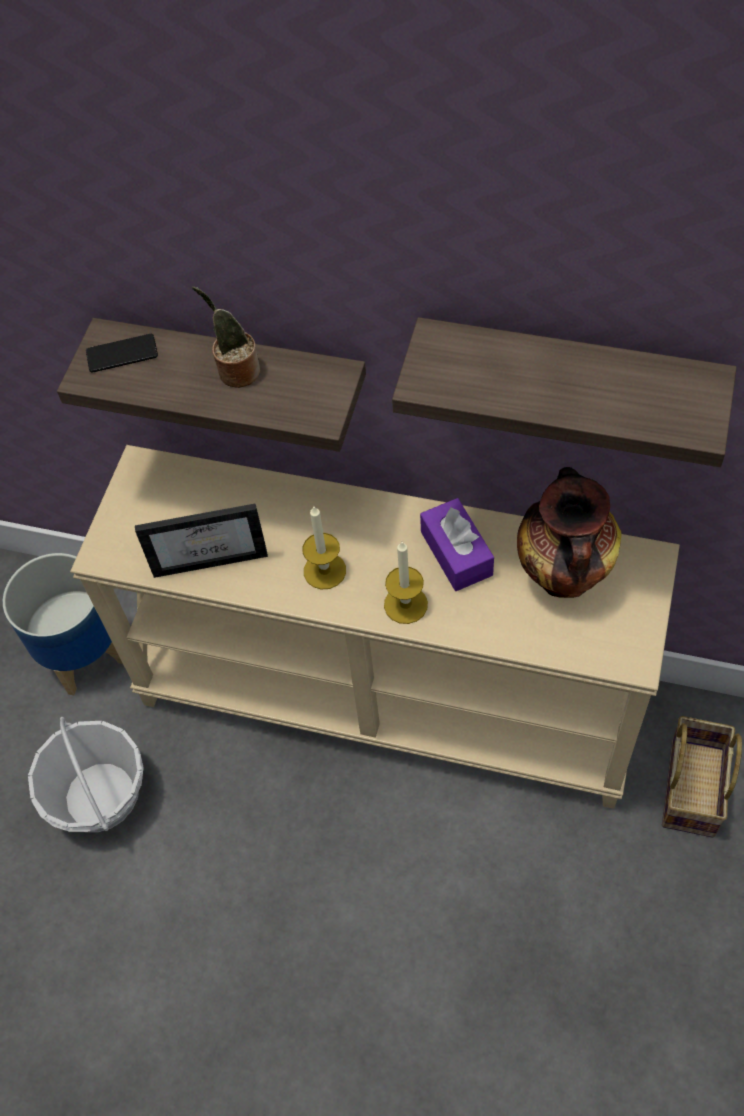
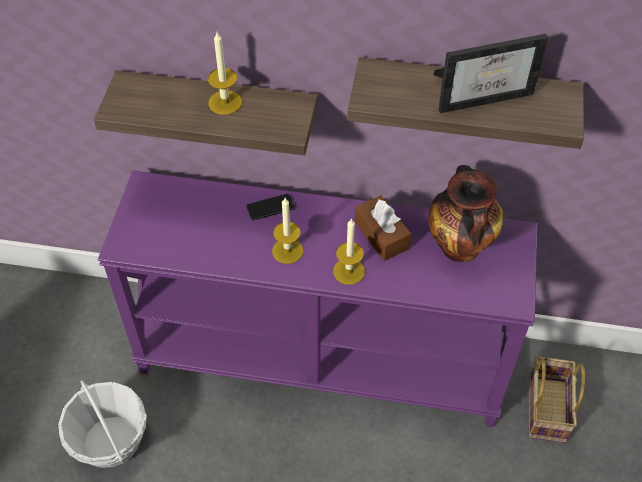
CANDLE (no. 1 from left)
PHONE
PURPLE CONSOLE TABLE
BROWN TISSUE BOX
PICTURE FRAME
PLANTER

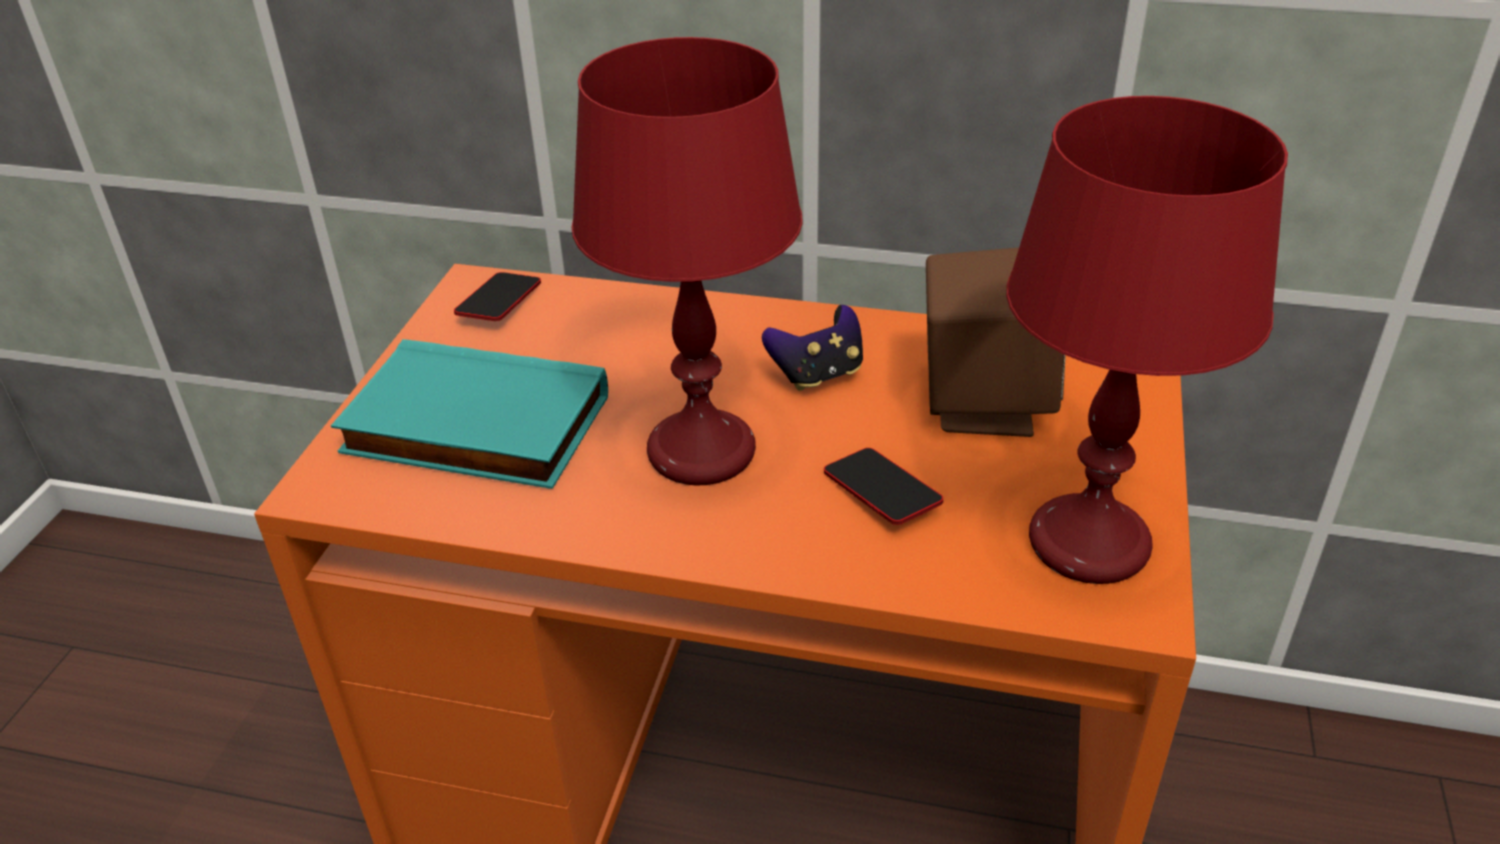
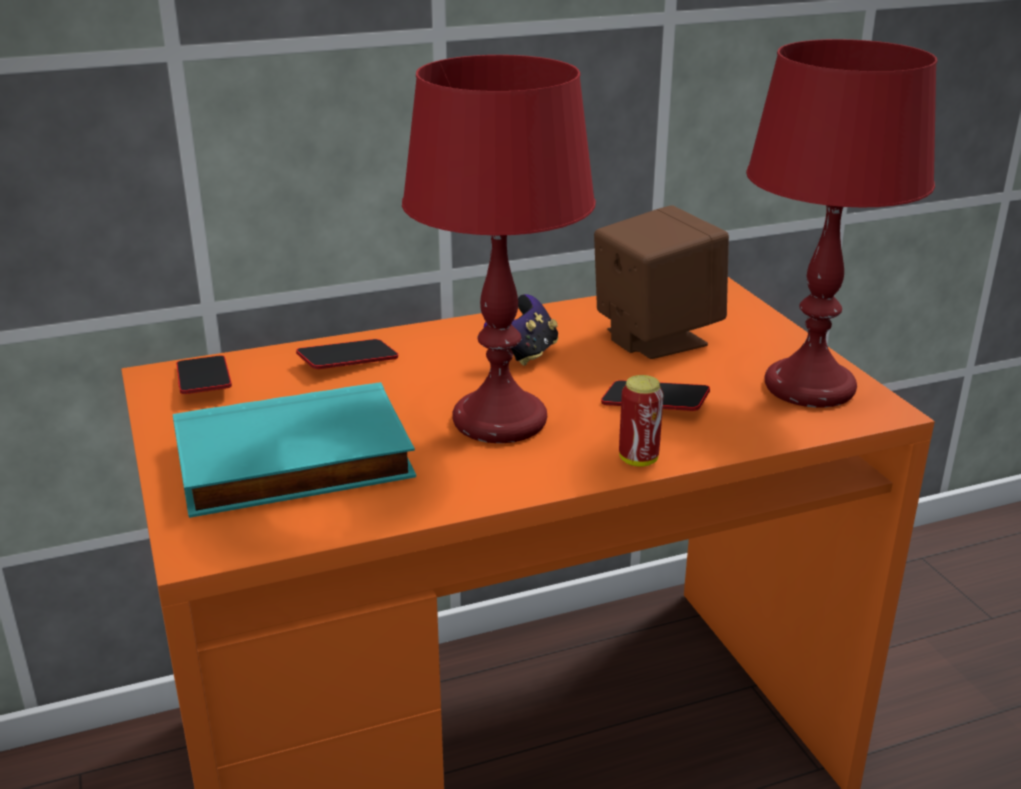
PHONE (no. 2 from left)
CAN

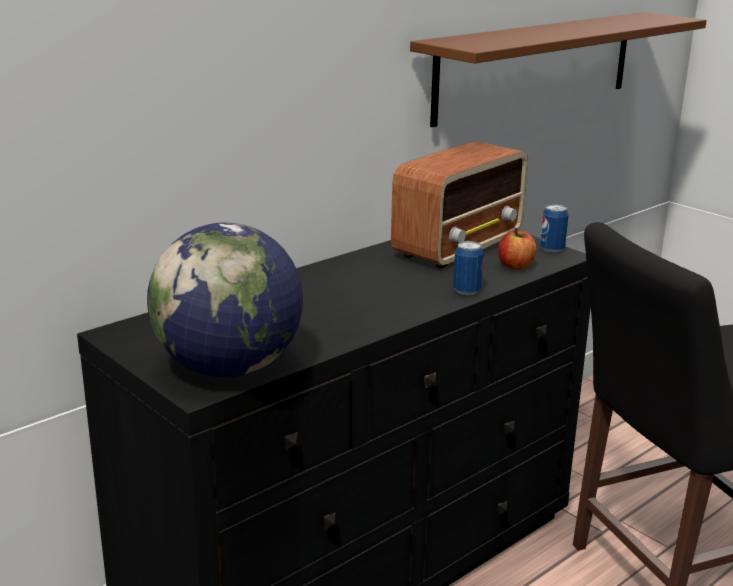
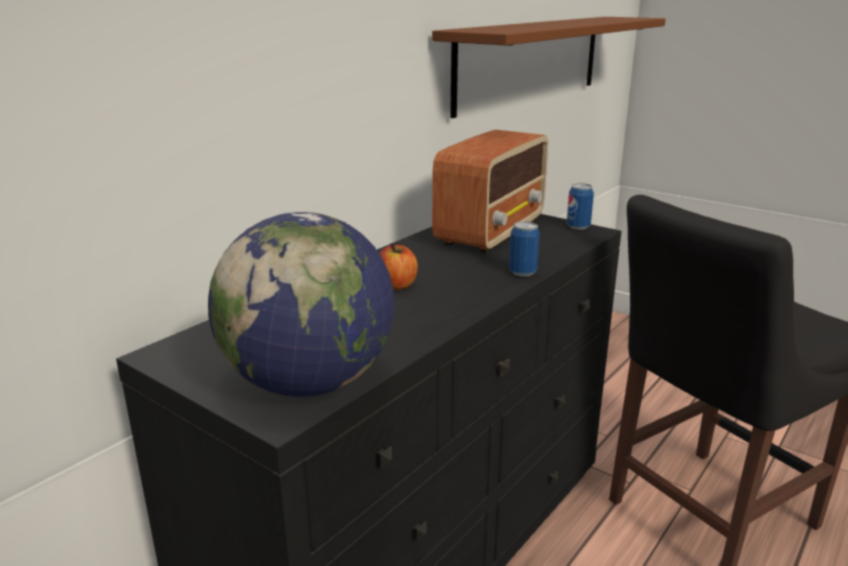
APPLE

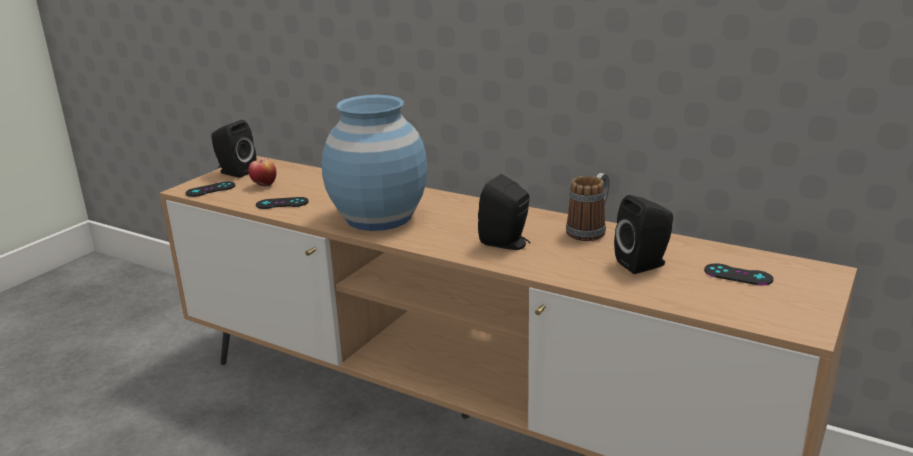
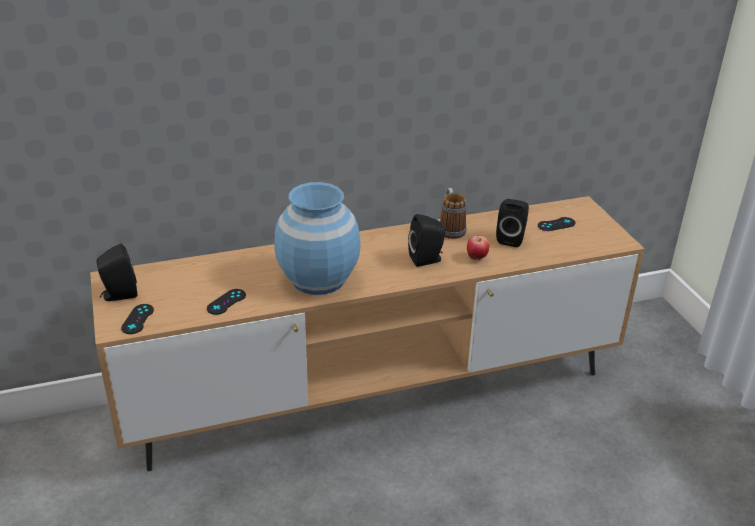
APPLE

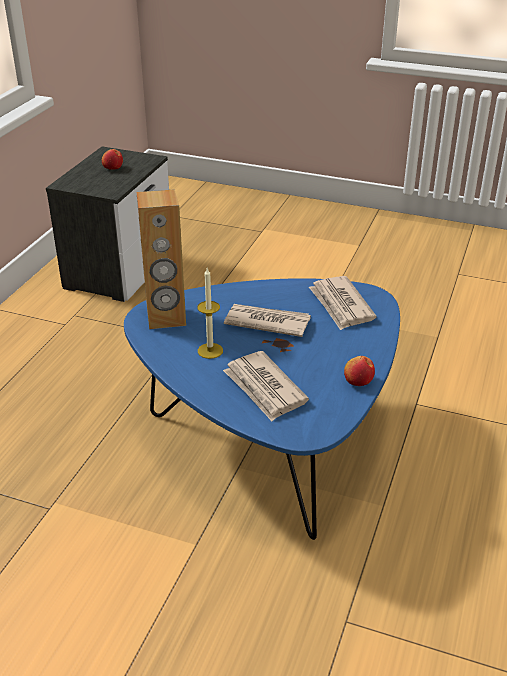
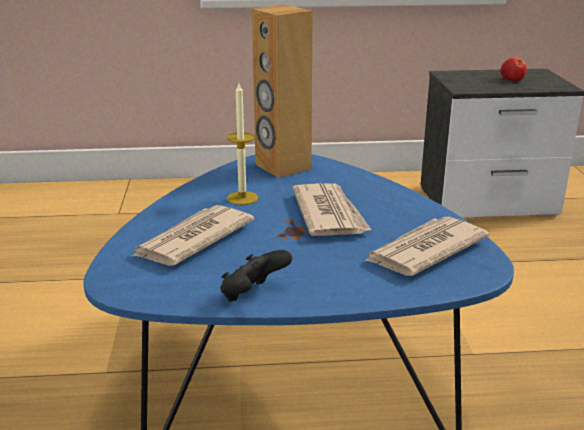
BLACK GAME CONTROLLER

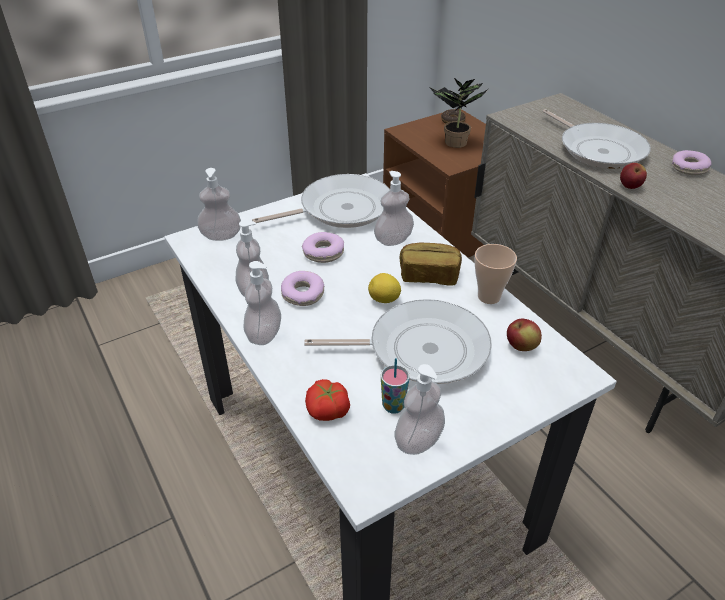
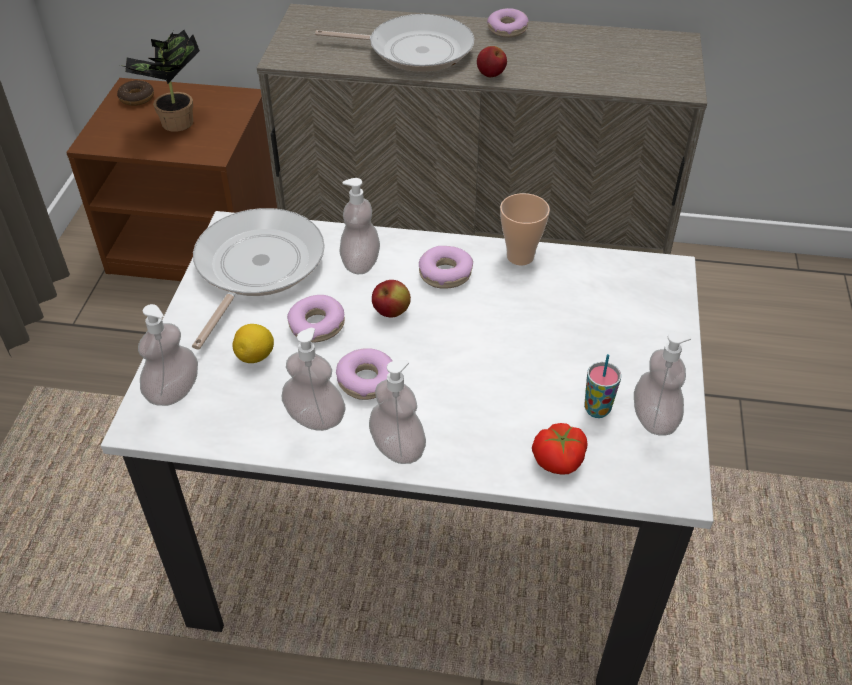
DONUT (no. 4 from left)
LEMON
FRYING PAN (no. 2 from left in the first image)
APPLE (no. 1 from left)

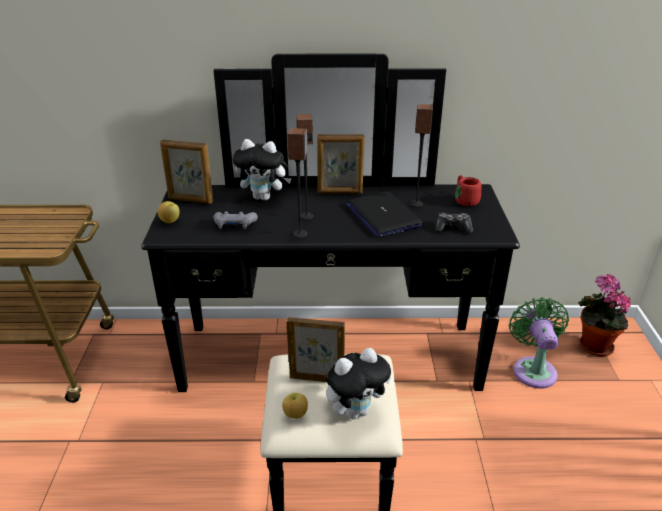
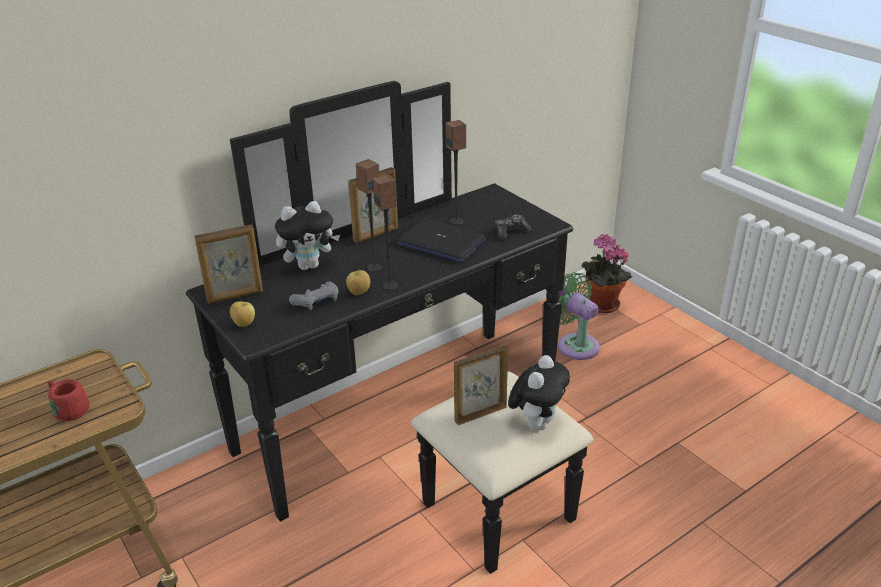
RED MUG
APPLE (no. 2 from left)

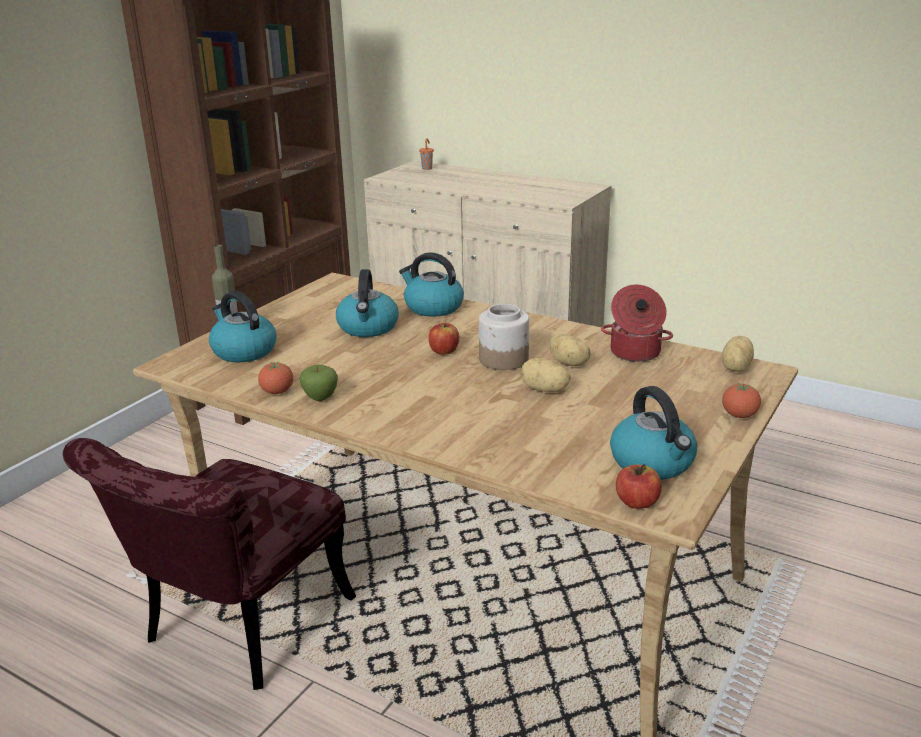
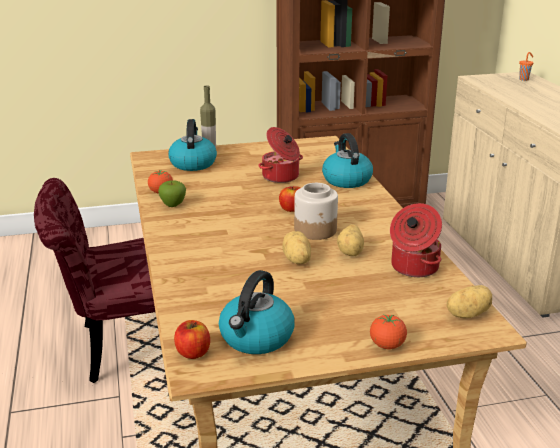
COOKING POT (no. 1 from left)

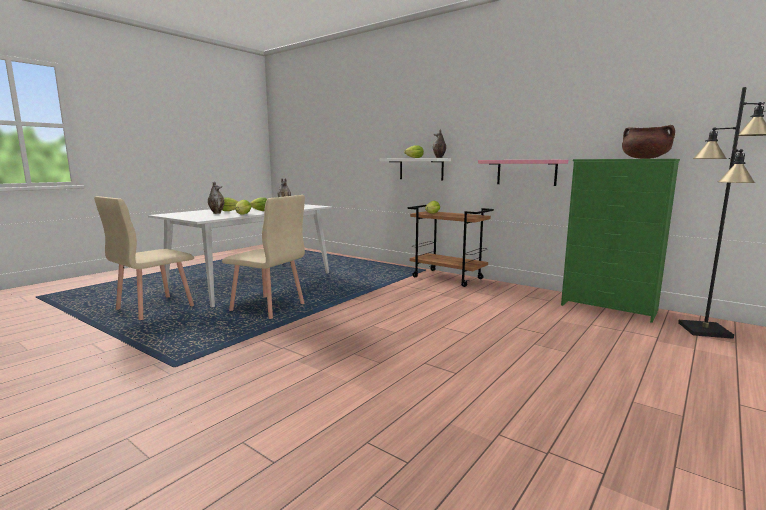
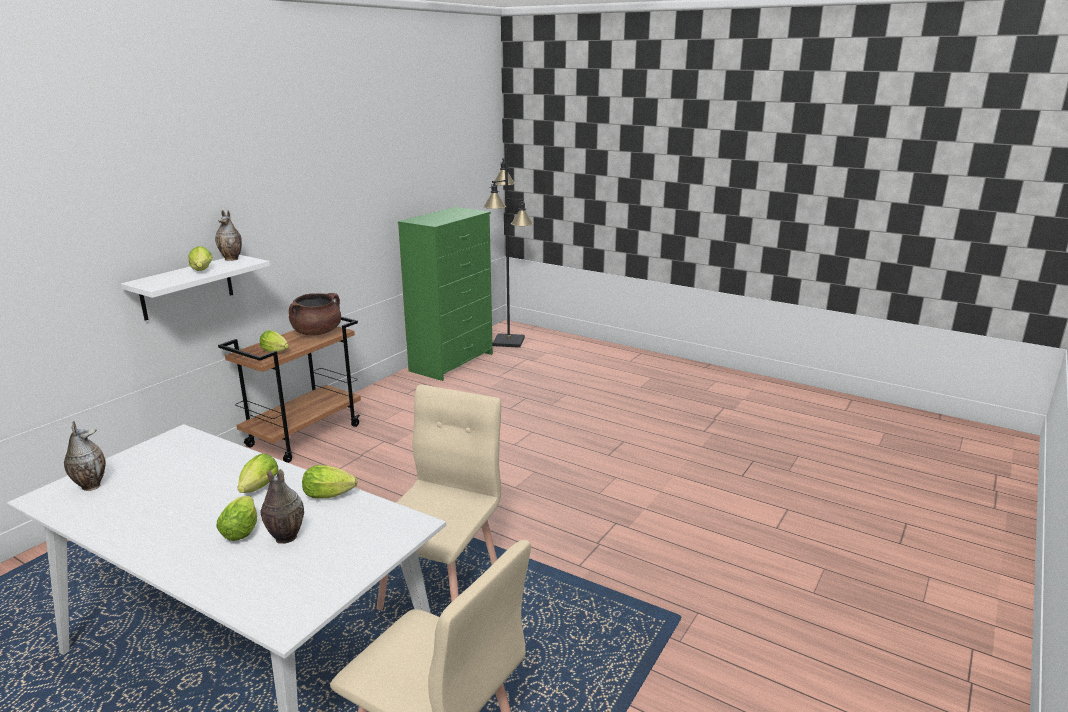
BROWN COOKING POT
PINK SHELF

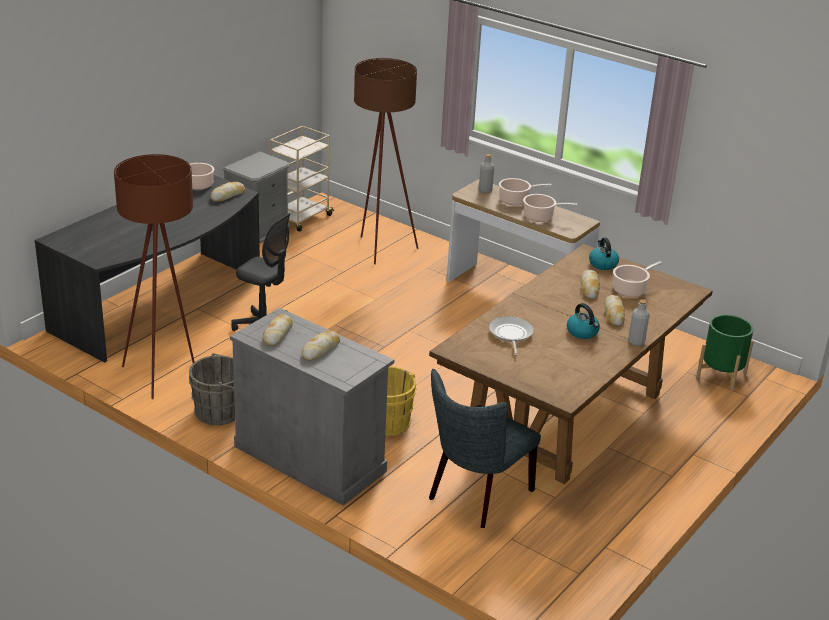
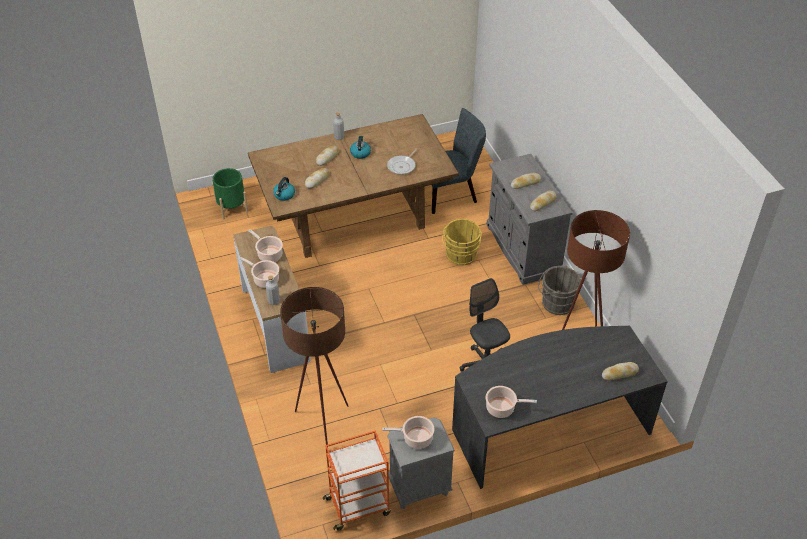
ORANGE CART
BREAD (no. 5 from left)
COOKING POT (no. 3 from left)

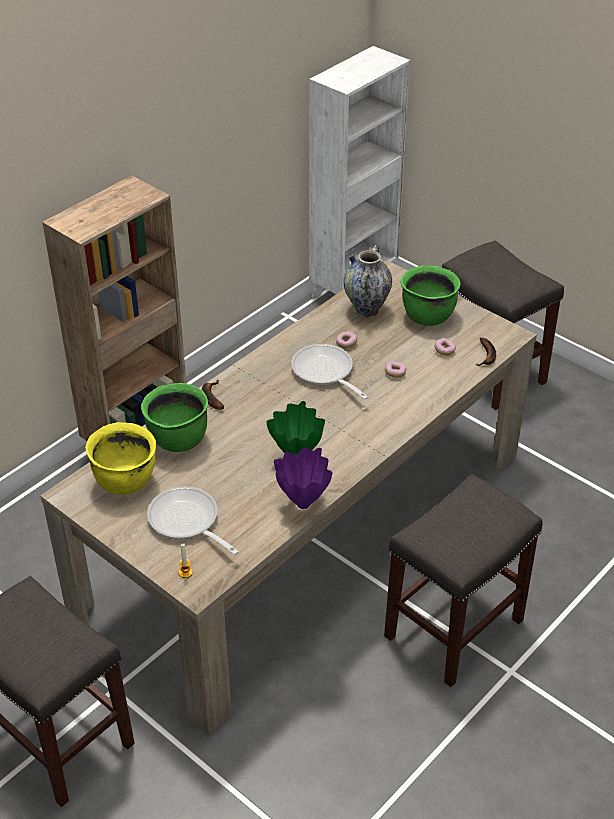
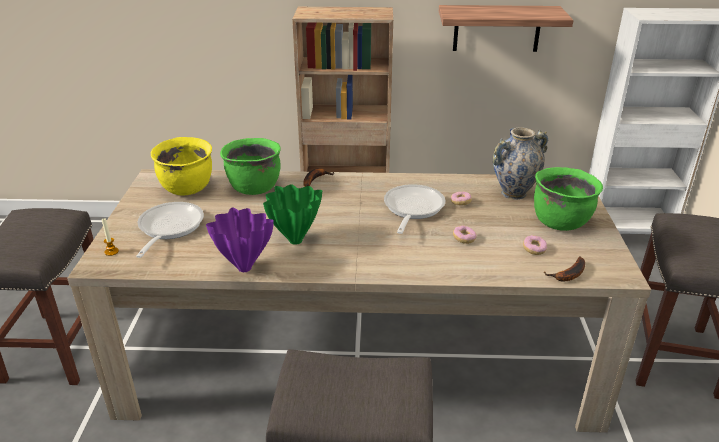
SHELF

